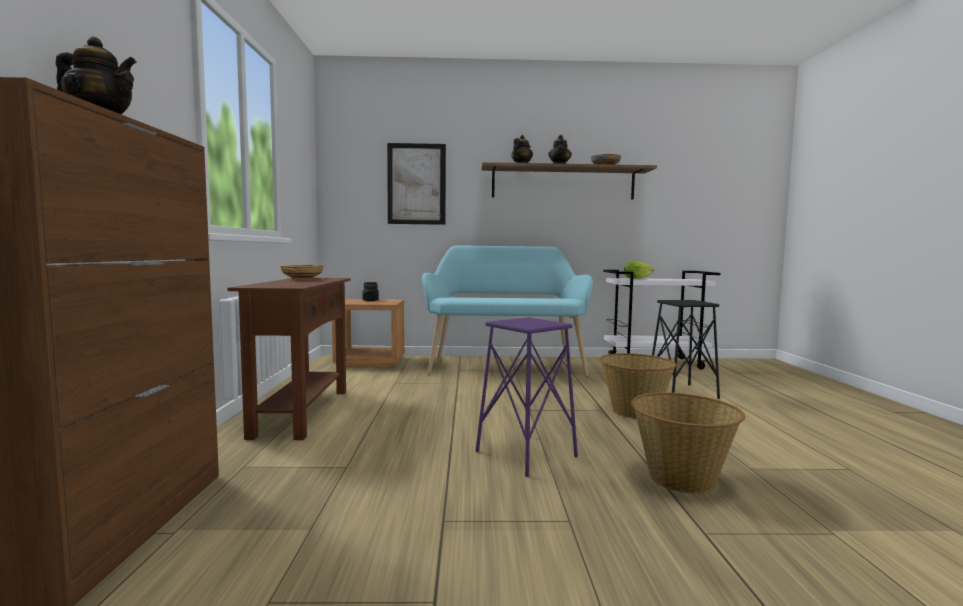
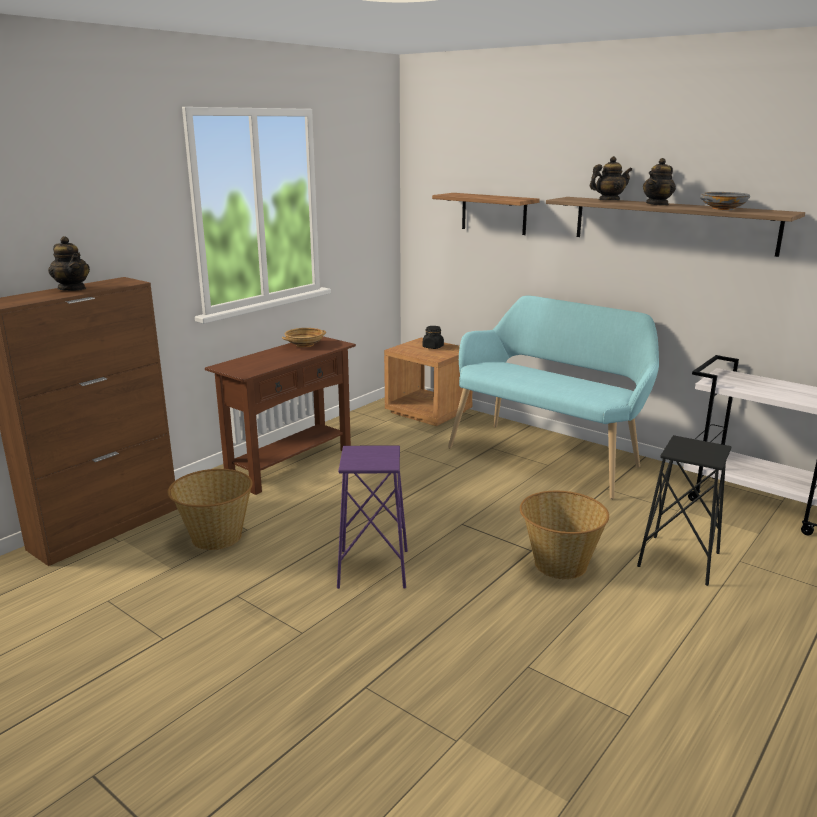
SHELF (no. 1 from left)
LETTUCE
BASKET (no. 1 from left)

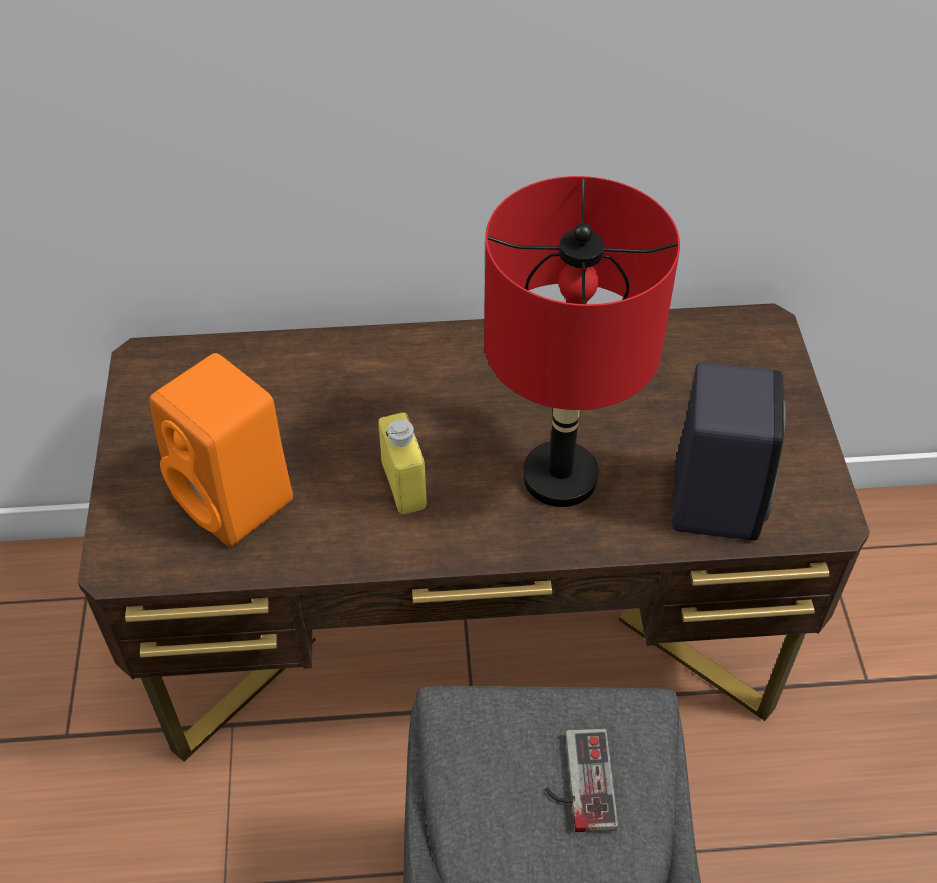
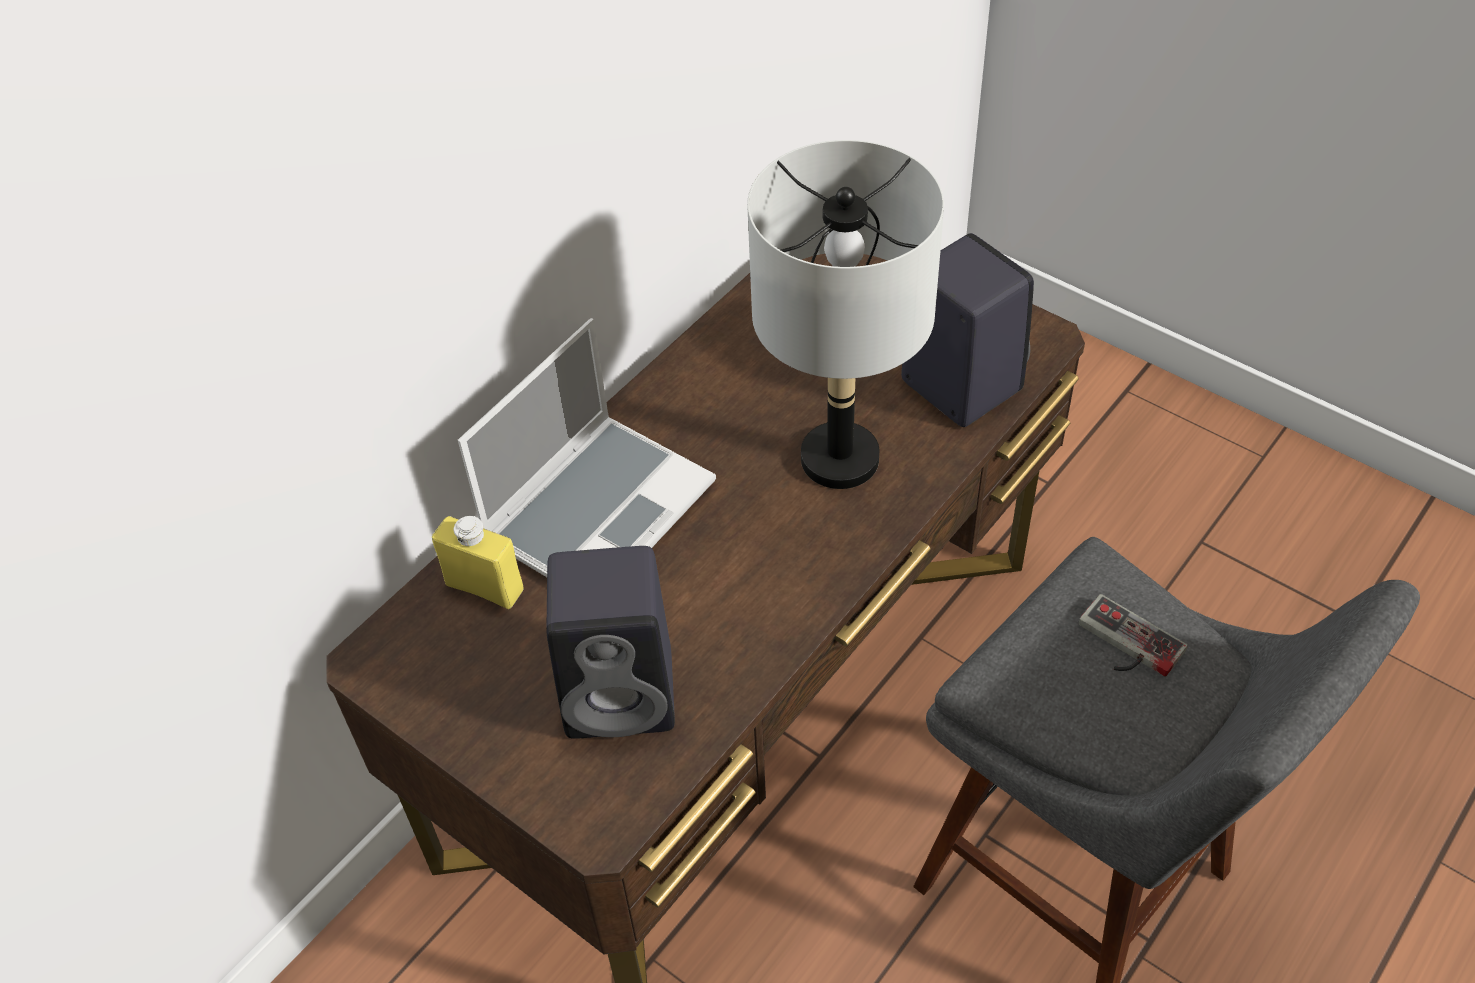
GREY TABLE LAMP
BLACK SPEAKER (no. 1 from left)
YELLOW BOTTLE
LAPTOP

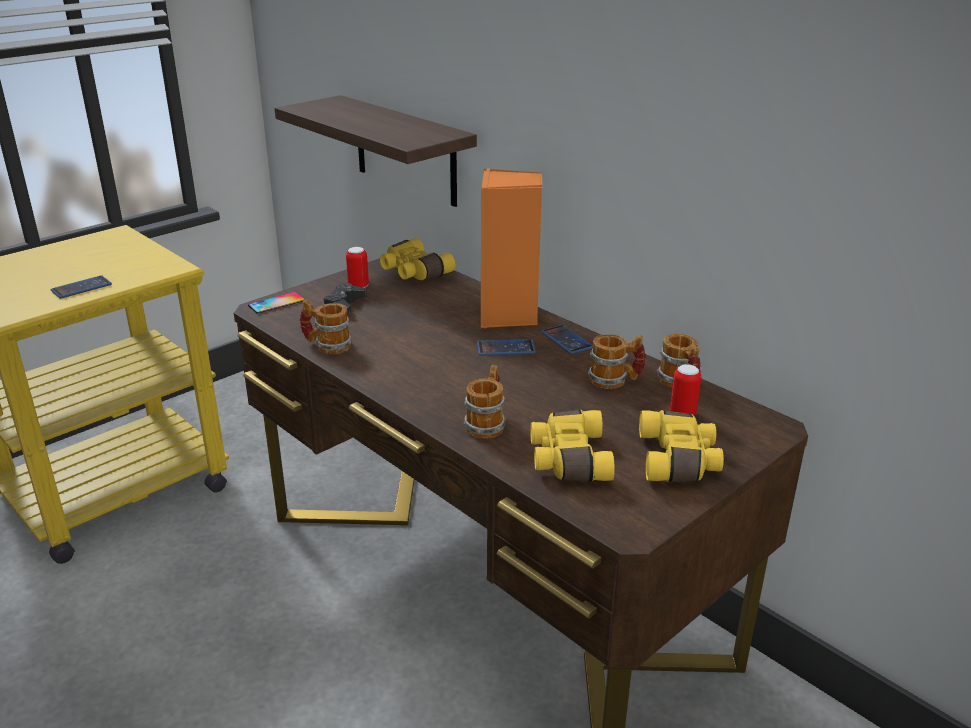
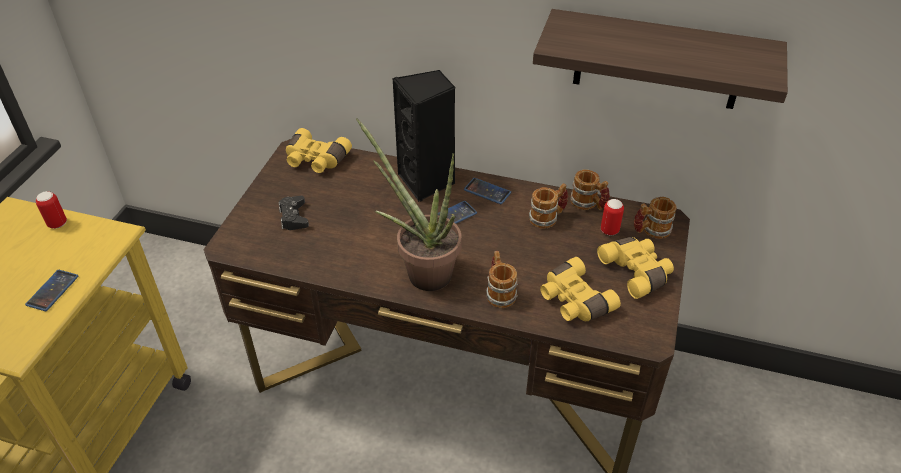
SHELF
BLACK SPEAKER
CAN (no. 1 from left)
PHONE (no. 2 from left in the first image)
MUG (no. 4 from left)
POTTED PLANT

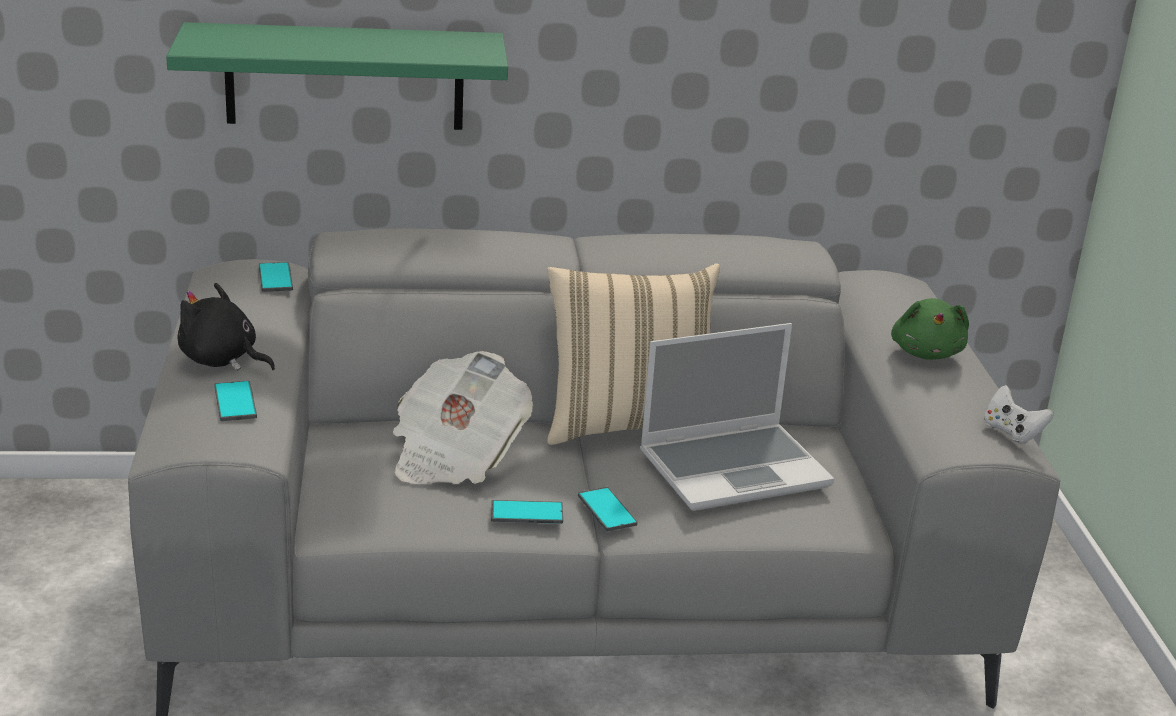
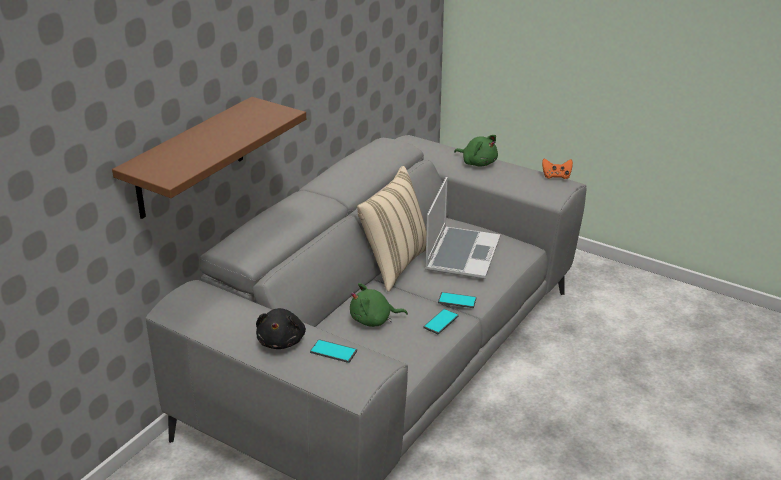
BROWN SHELF
PHONE (no. 2 from left in the first image)
BLACK PLUSH TOY
GREEN PLUSH TOY (no. 1 from left)
ORANGE GAME CONTROLLER

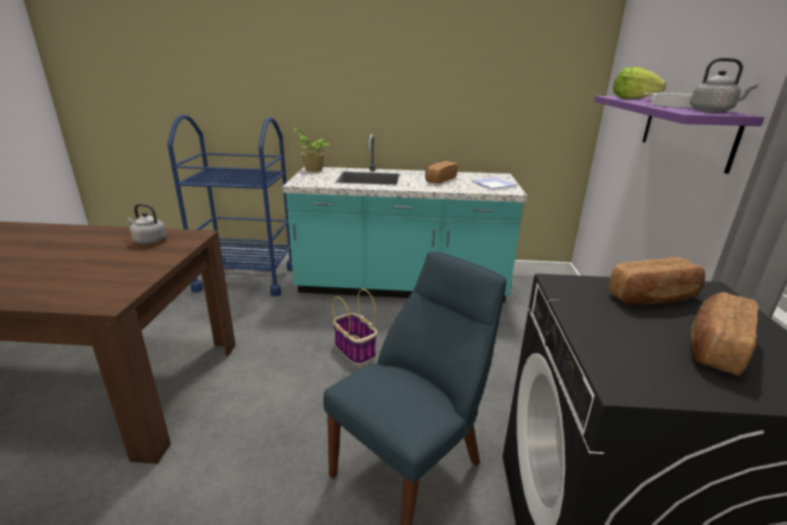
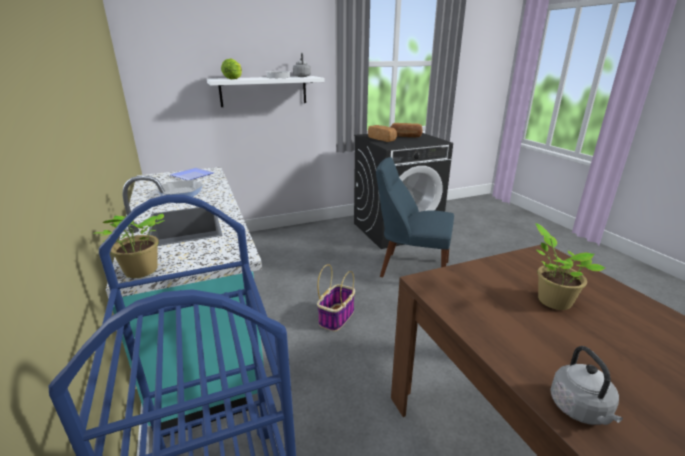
WHITE SHELF
FRYING PAN
GREY KETTLE (no. 2 from left)
POTTED PLANT (no. 2 from left)

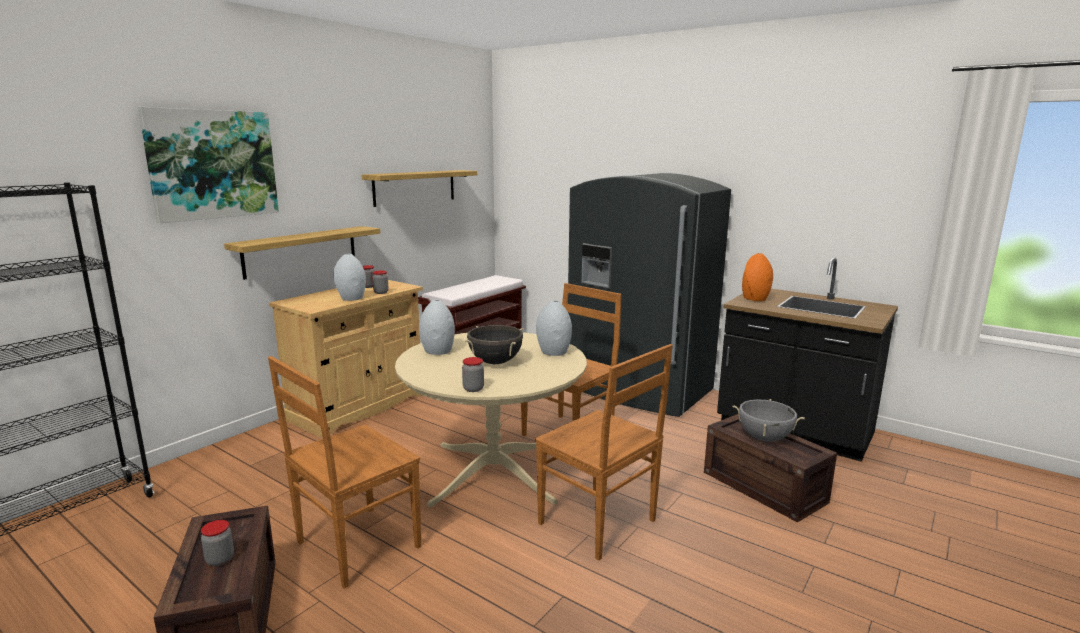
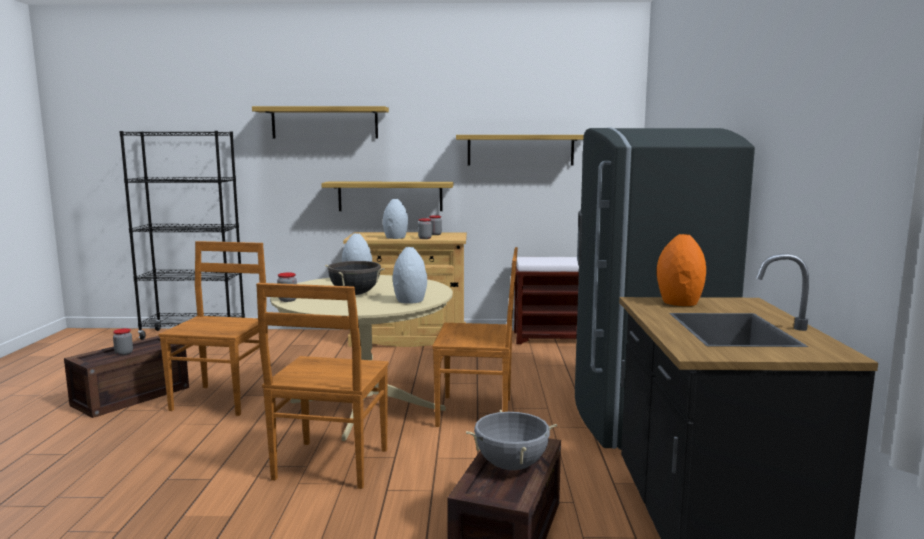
SHELF (no. 1 from left)
BROWN CHAIR (no. 1 from left)

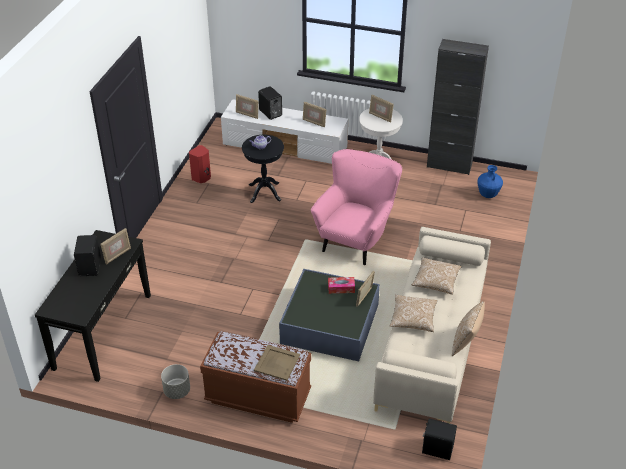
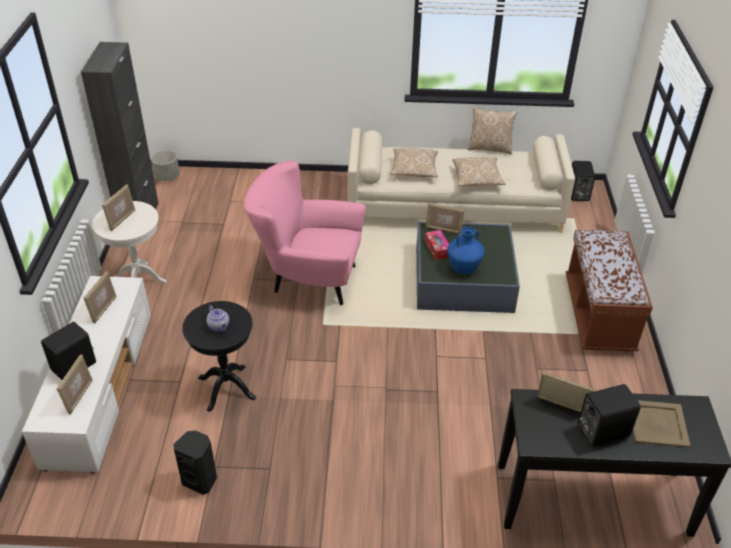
BLACK SPEAKER (no. 2 from left)
BLUE VASE
BEIGE TRAY
GREY PLANTER

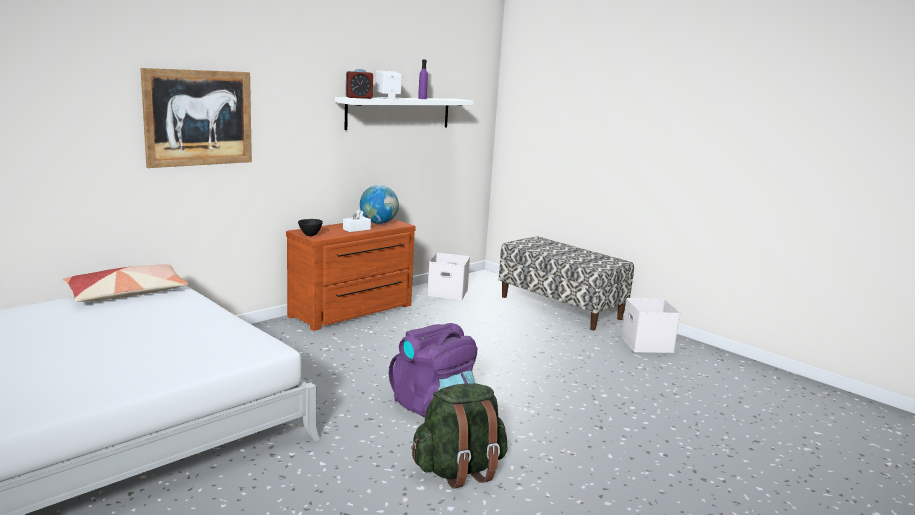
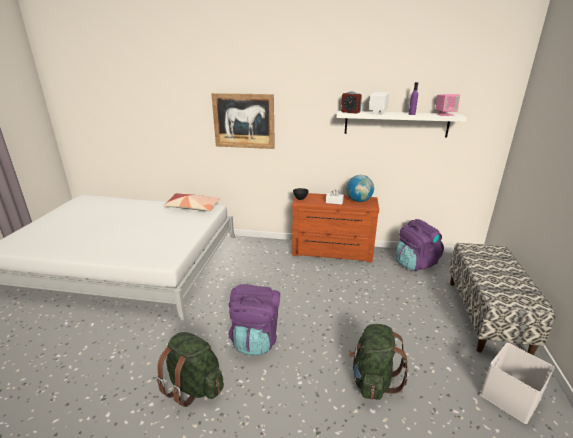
PURPLE BACKPACK (no. 2 from left)
PINK SPEAKER
GREEN BACKPACK (no. 2 from left)

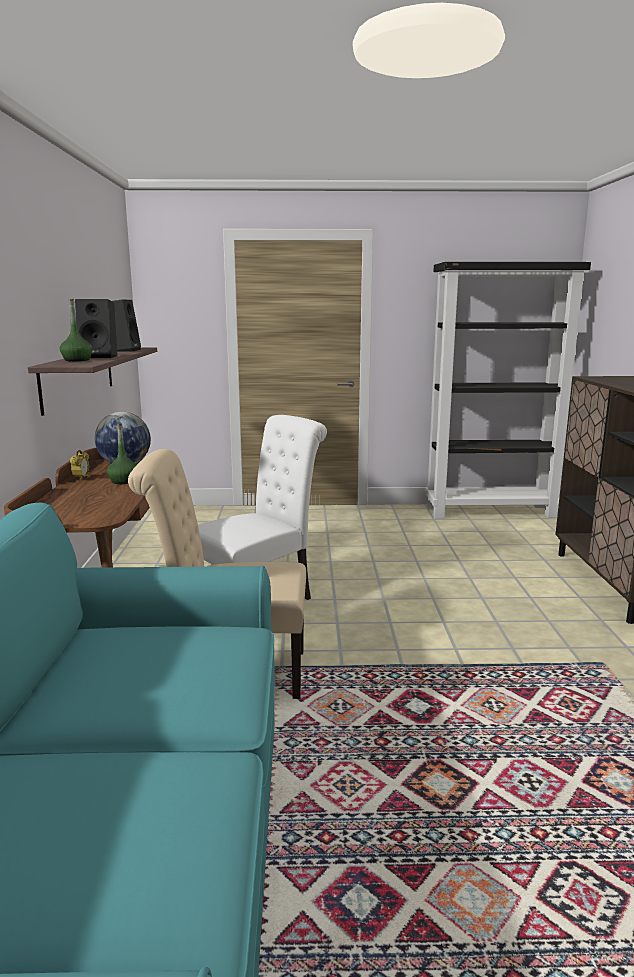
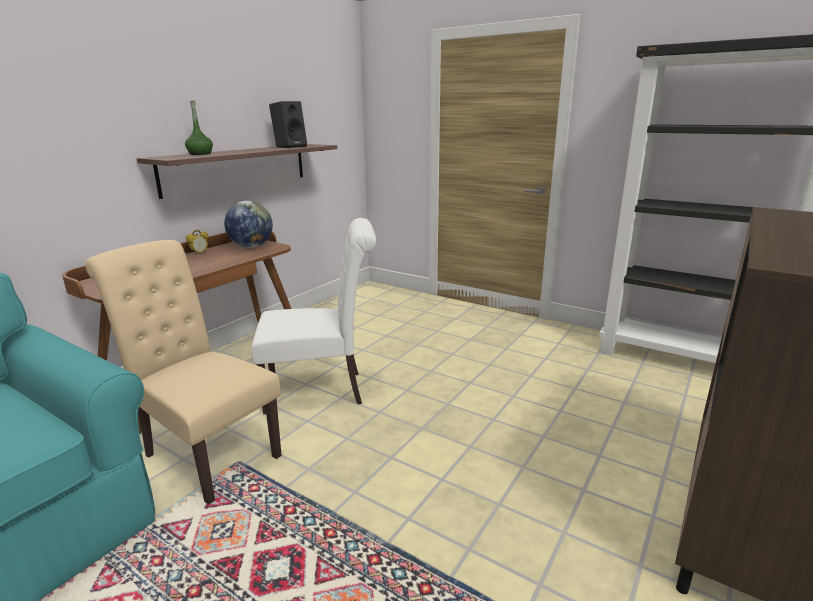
BLACK SPEAKER (no. 1 from left in the first image)
GREEN BOTTLE (no. 2 from left in the first image)

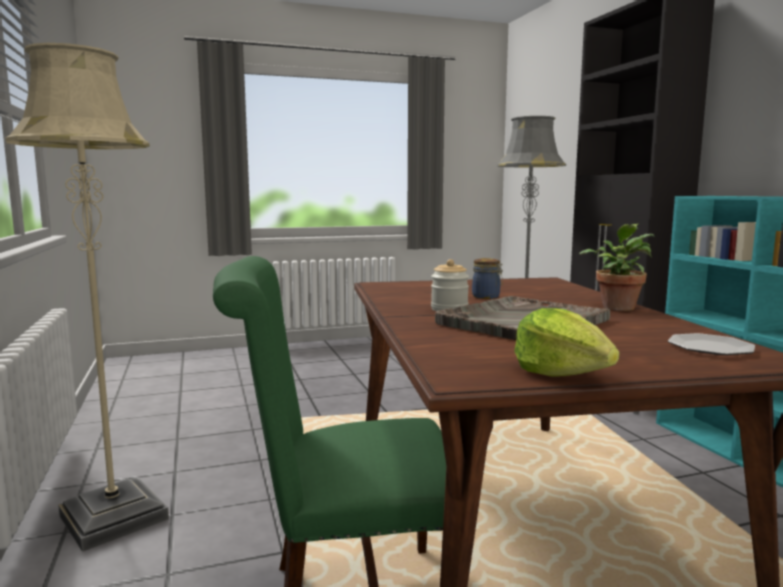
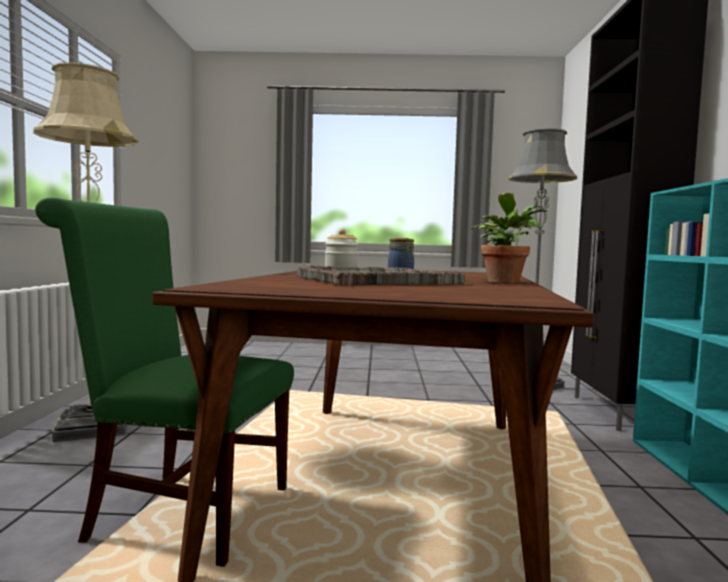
LETTUCE
PLATE

